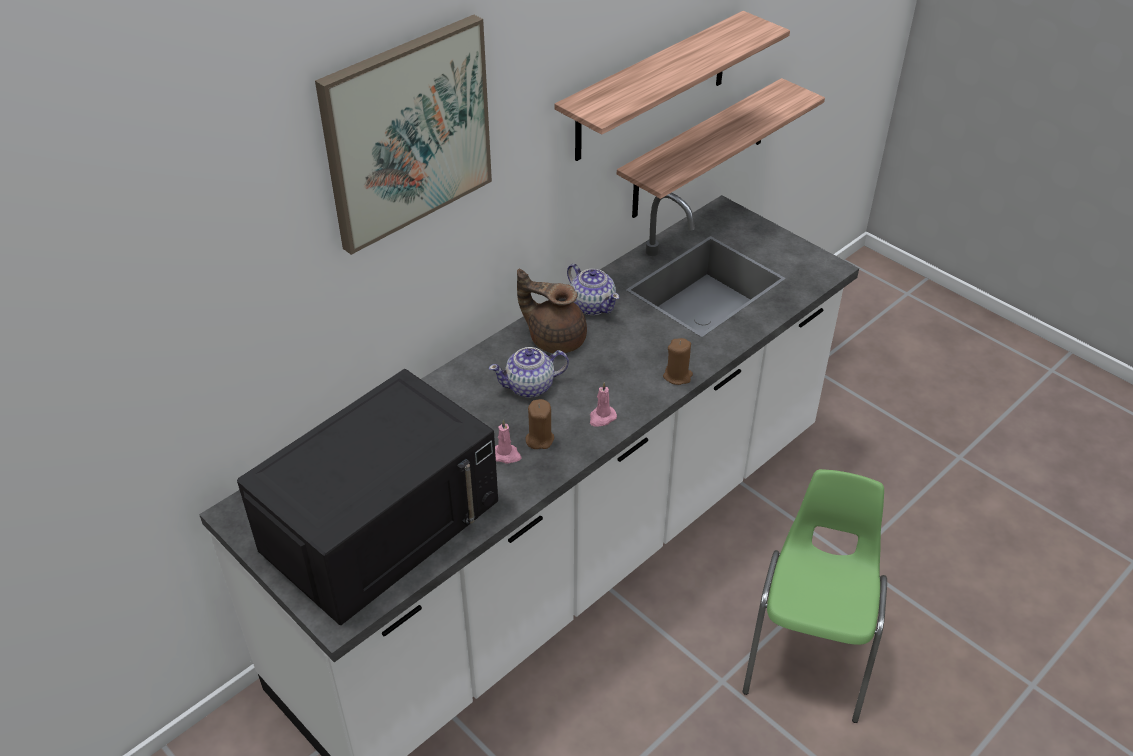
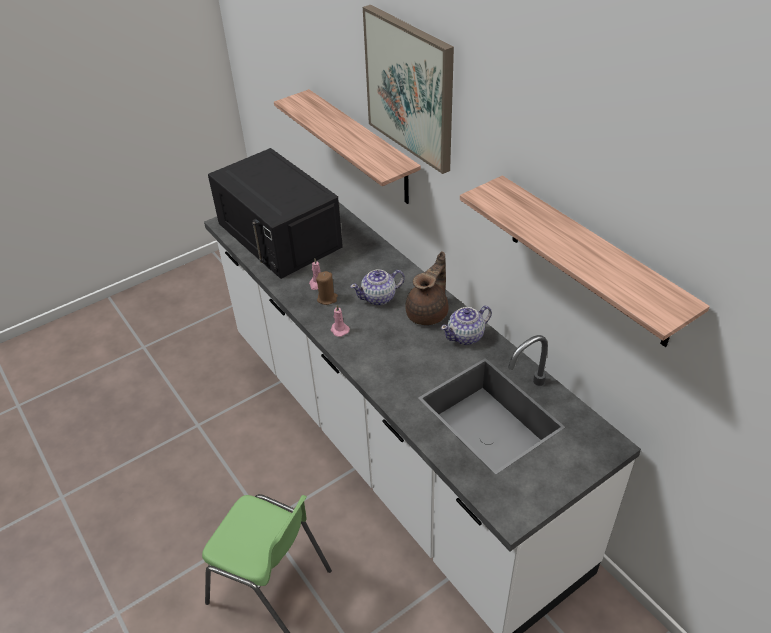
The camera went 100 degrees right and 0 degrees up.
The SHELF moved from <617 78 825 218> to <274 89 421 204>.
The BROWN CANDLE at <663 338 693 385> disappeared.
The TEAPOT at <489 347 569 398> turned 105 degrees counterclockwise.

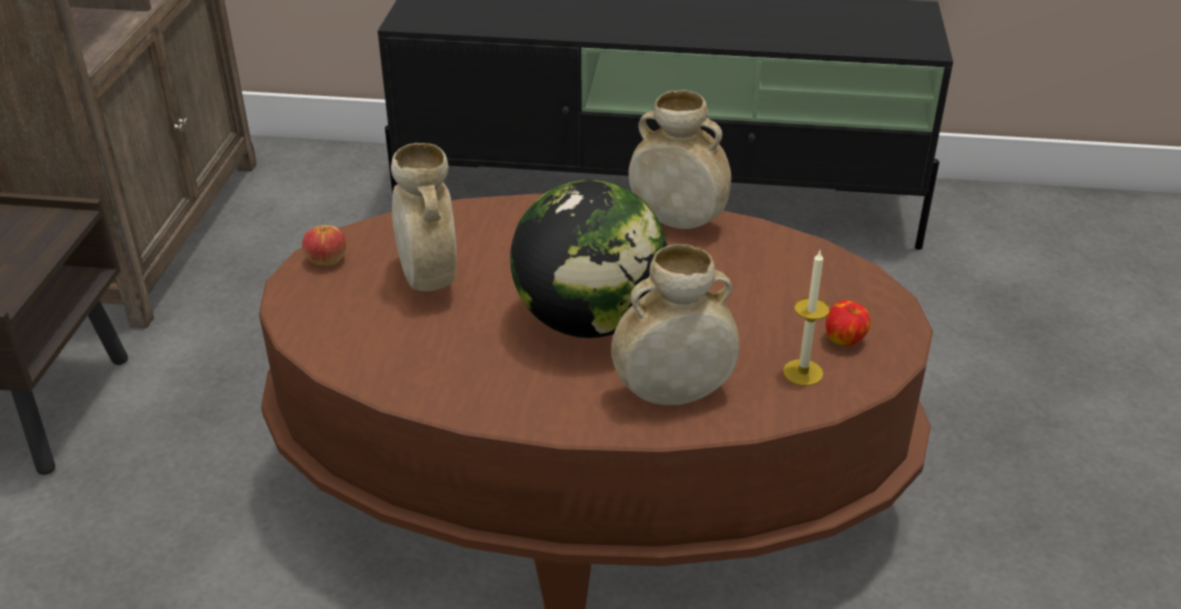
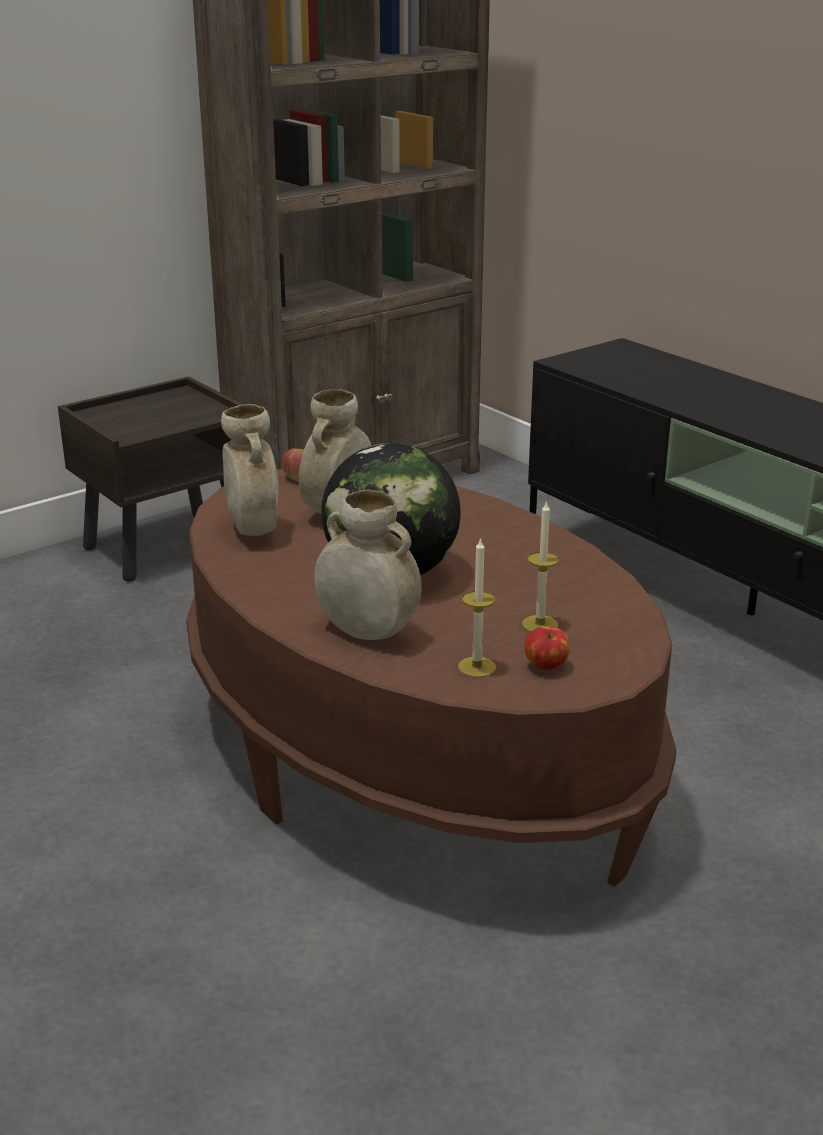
The camera went 45 degrees right and 10 degrees down.
The BEIGE VASE moved from <628 90 731 229> to <221 404 278 536>.
The CANDLE at <522 500 559 632> appeared.

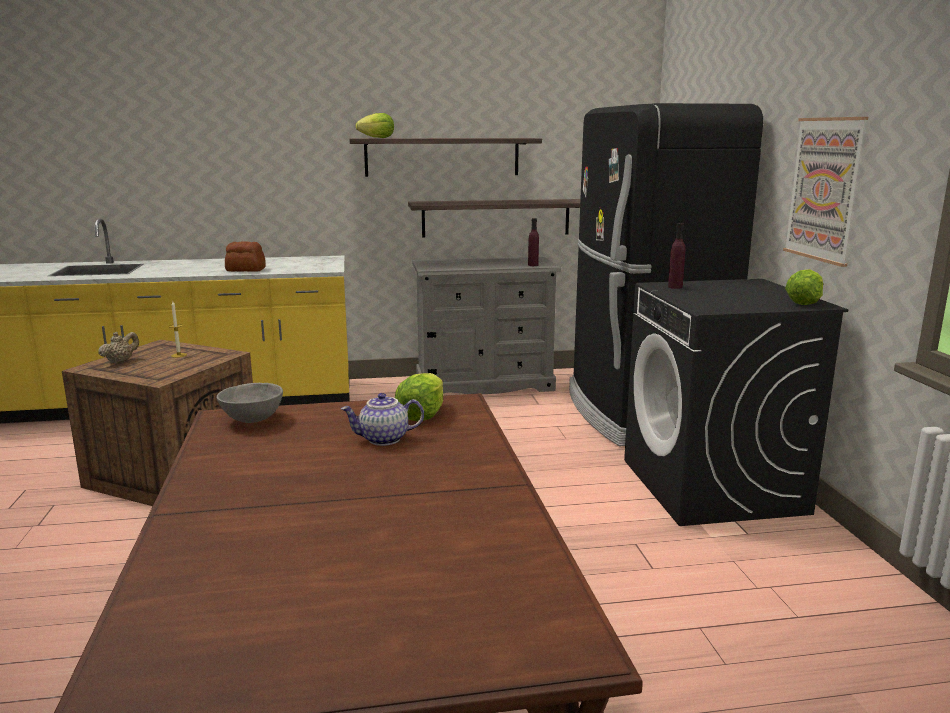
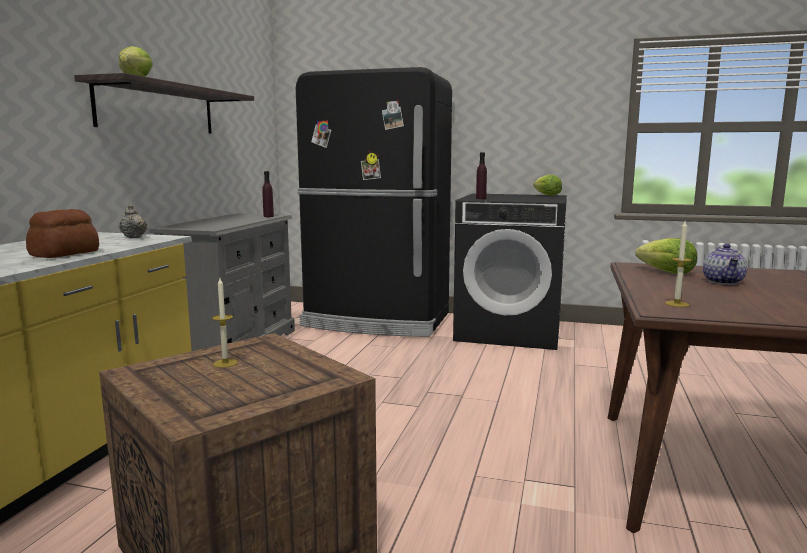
The camera went 65 degrees left and 5 degrees down.
The PICTURE at <783 117 868 267> disappeared.
The SHELF at <408 199 580 238> disappeared.
The BEIGE TEAPOT moved from <98 332 139 364> to <119 205 147 238>.
The GREY BOWL at <216 383 283 423> was replaced by the CANDLE at <665 221 692 307>.

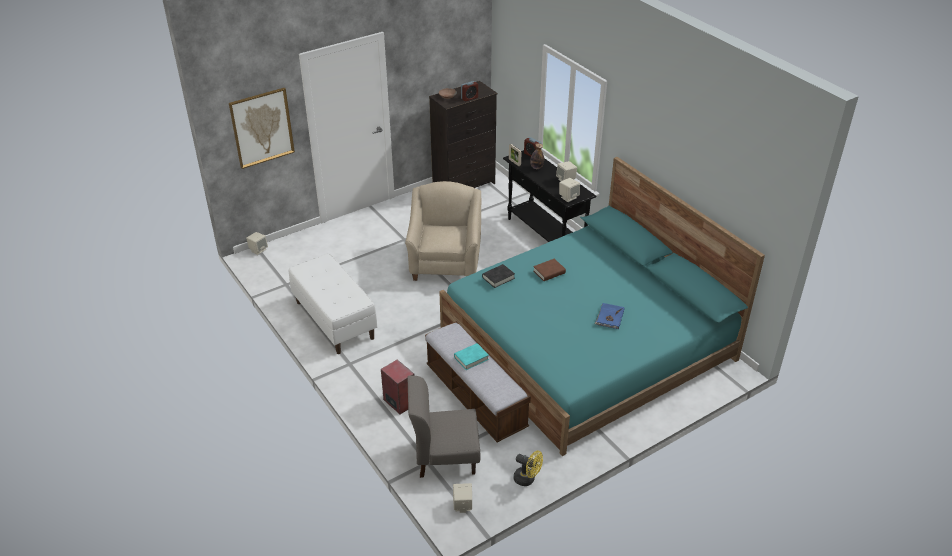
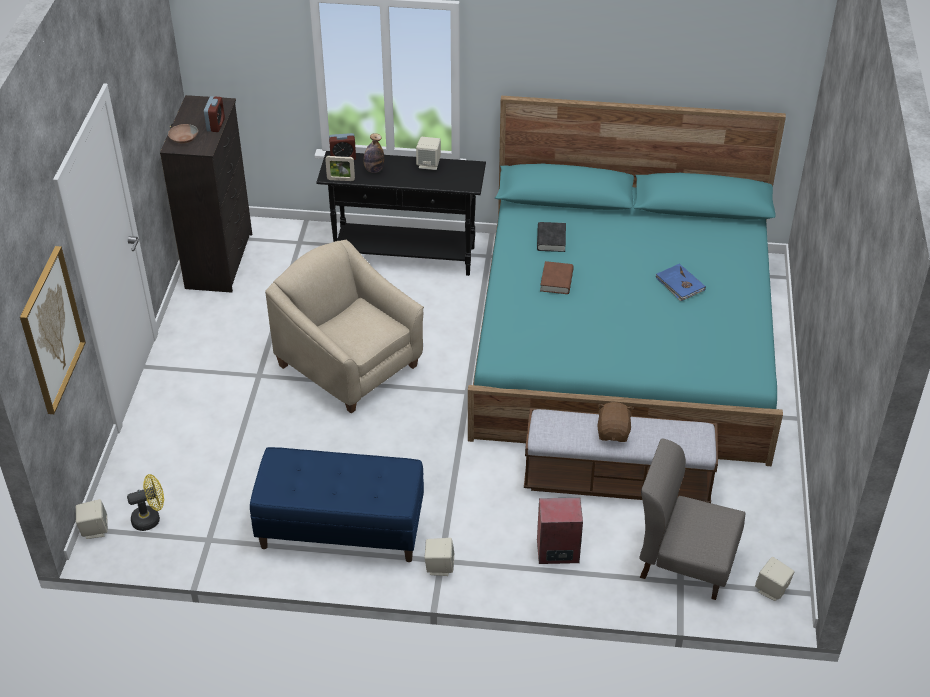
The camera went 50 degrees left and 5 degrees up.
The BEIGE SPEAKER moved from <559 178 580 202> to <424 538 454 576>.
The WHITE BENCH at <289 253 377 354> became the BLUE BENCH at <250 447 424 562>.
The BLACK BOOK moved from <482 264 515 288> to <537 222 566 252>.
The TURQUOISE BOOK at <454 343 489 370> was replaced by the BROWN PLUSH TOY at <597 402 634 442>.
The GREY CHAIR at <407 376 481 478> turned 75 degrees clockwise.
The YELLOW FAN moved from <513 451 543 486> to <127 474 164 531>.

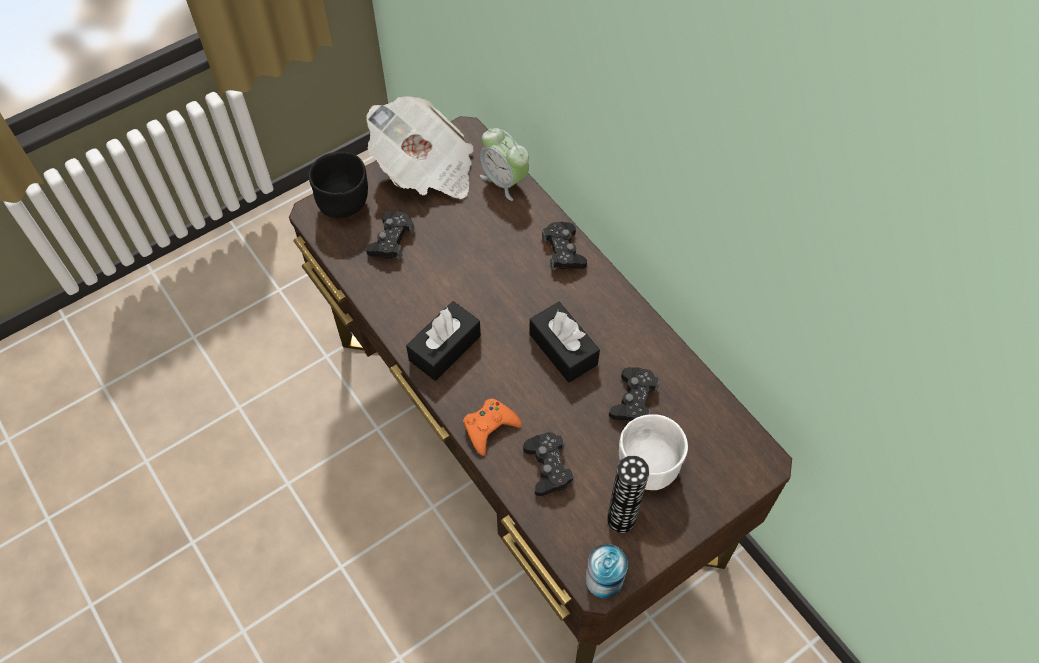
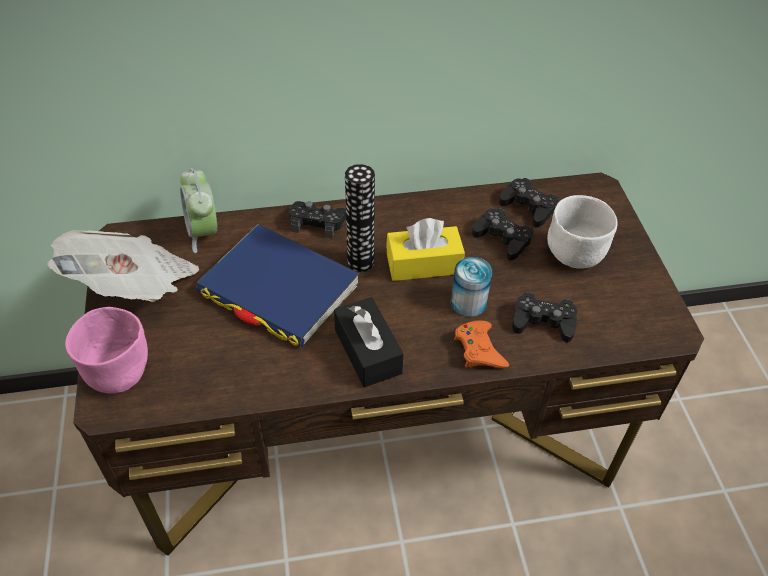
The camera went 65 degrees left and 10 degrees down.
The ALARM CLOCK at <480 128 529 201> turned 90 degrees clockwise.
The BLACK BOWL at <309 152 368 218> became the PINK BOWL at <65 307 148 394>.
The BLACK GAME CONTROLLER moved from <366 211 415 260> to <499 178 559 227>.
The BLACK TISSUE BOX at <529 302 600 383> became the YELLOW TISSUE BOX at <386 218 465 281>.
The VASE moved from <607 456 649 533> to <345 164 375 272>.
The CAN moved from <585 544 628 598> to <451 257 492 317>.
The BLUE BOOK at <196 224 359 347> appeared.

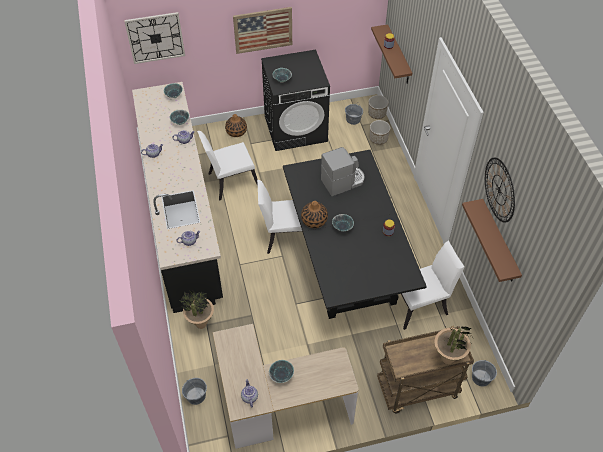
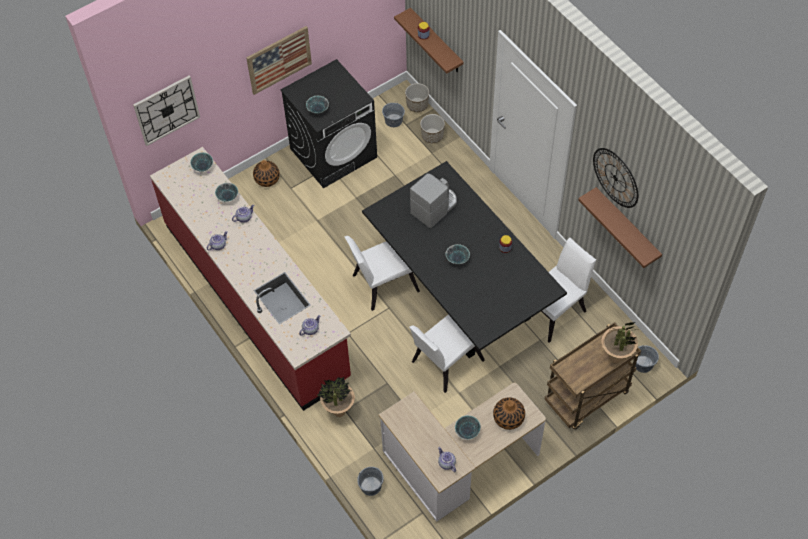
The camera went 20 degrees left and 5 degrees up.
The BLACK COUNTER at <132 82 223 313> became the RED COUNTER at <150 147 351 411>.
The WHITE CHAIR moved from <197 131 258 200> to <409 314 485 393>.
The VASE moved from <301 201 328 228> to <493 397 525 430>.

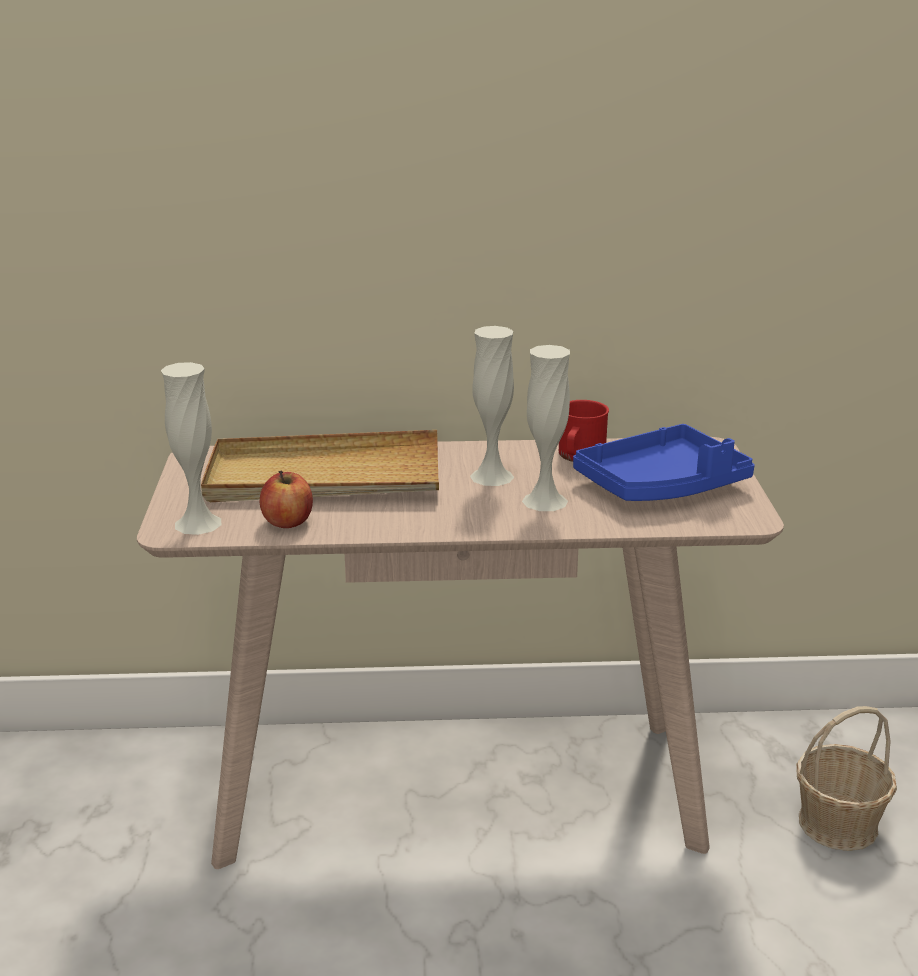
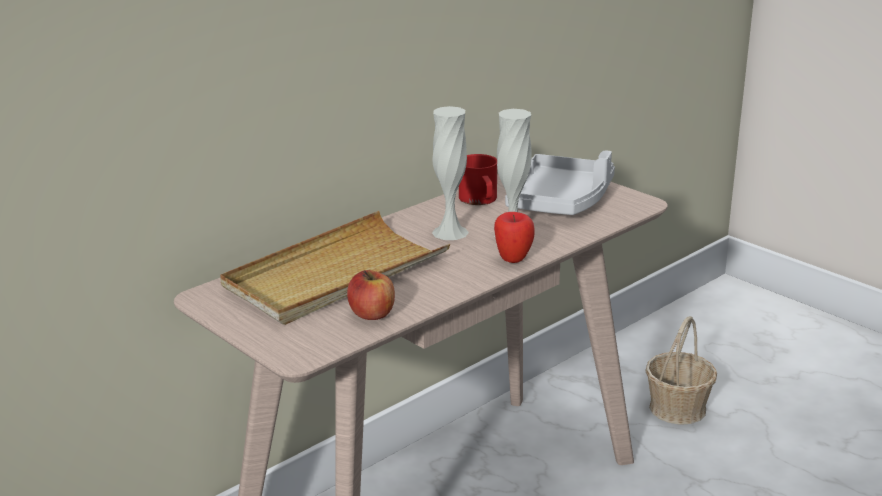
The camera went 40 degrees left and 0 degrees up.
The WHITE VASE at <161 362 221 535> disappeared.
The BLUE TRAY at <573 424 755 501> became the GREY TRAY at <505 150 615 215>.
The APPLE at <494 212 535 263> appeared.

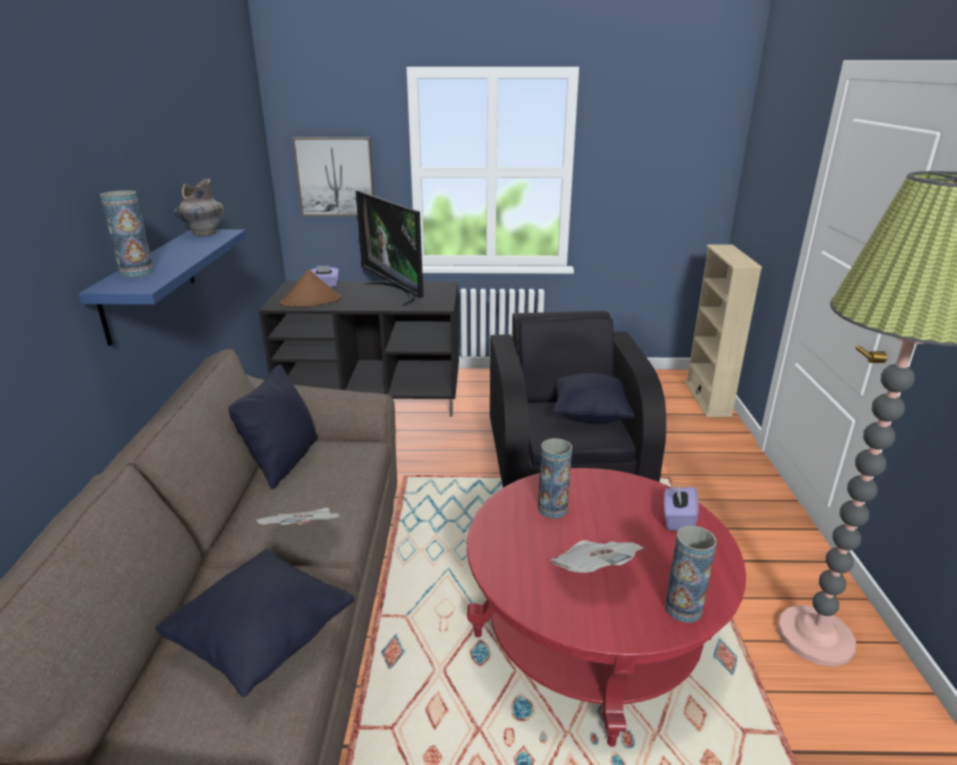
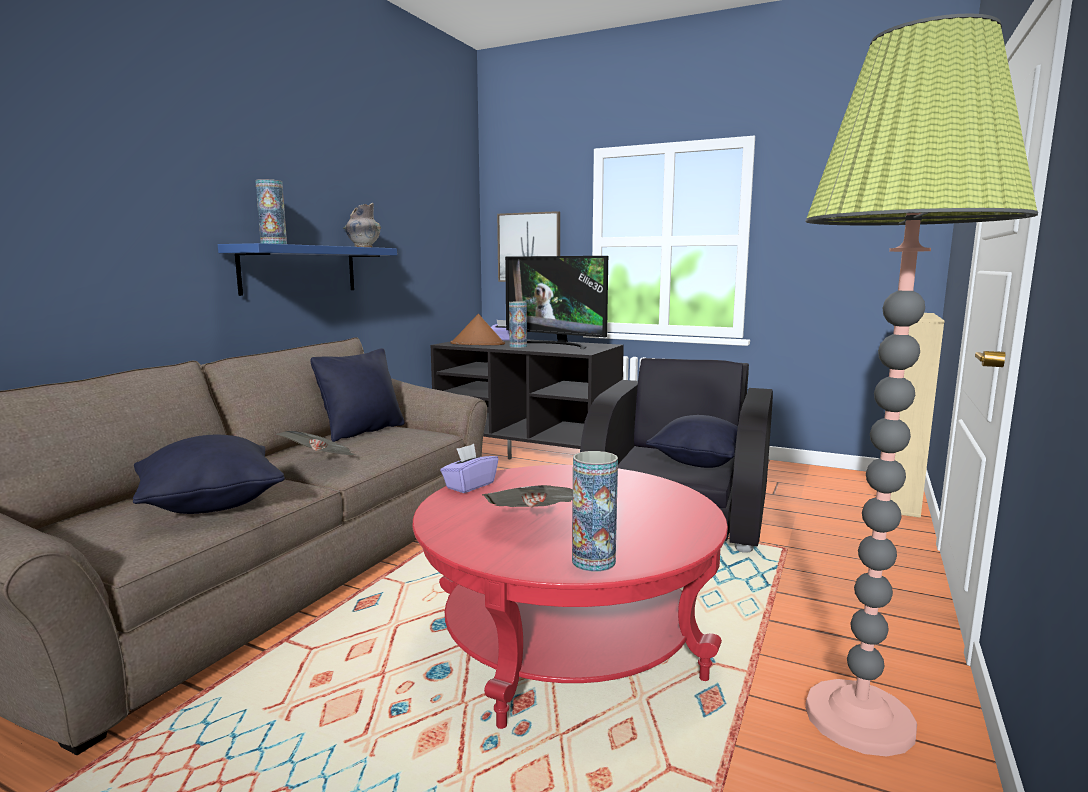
The camera went 25 degrees right and 15 degrees down.
The TELEVISION at <356 190 424 306> turned 45 degrees counterclockwise.
The VASE moved from <538 438 572 518> to <509 301 527 348>.
The PURPLE TISSUE BOX moved from <664 482 698 531> to <440 444 498 493>.

